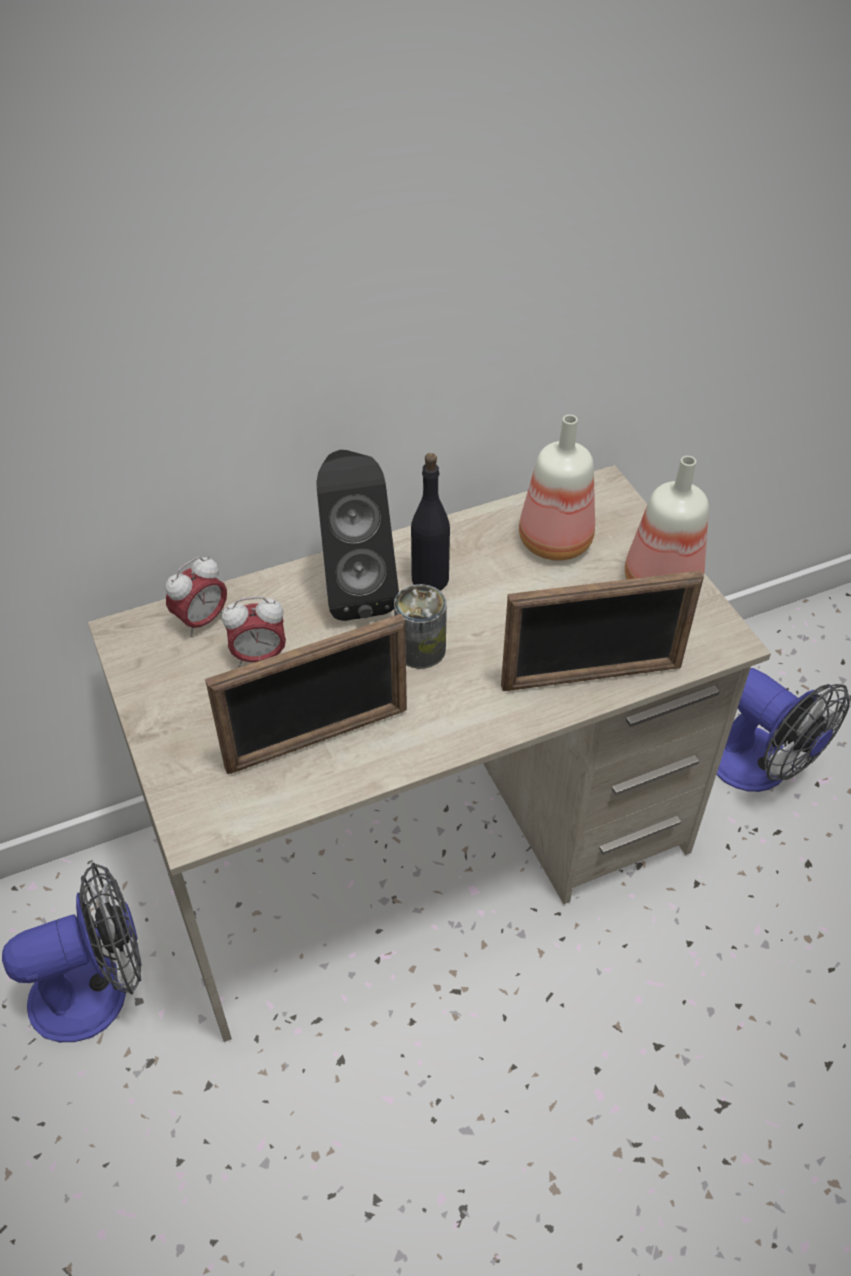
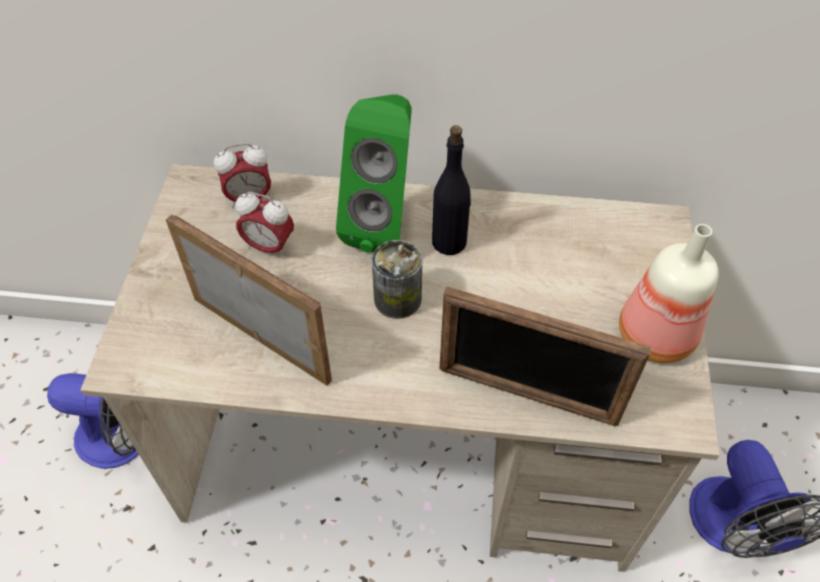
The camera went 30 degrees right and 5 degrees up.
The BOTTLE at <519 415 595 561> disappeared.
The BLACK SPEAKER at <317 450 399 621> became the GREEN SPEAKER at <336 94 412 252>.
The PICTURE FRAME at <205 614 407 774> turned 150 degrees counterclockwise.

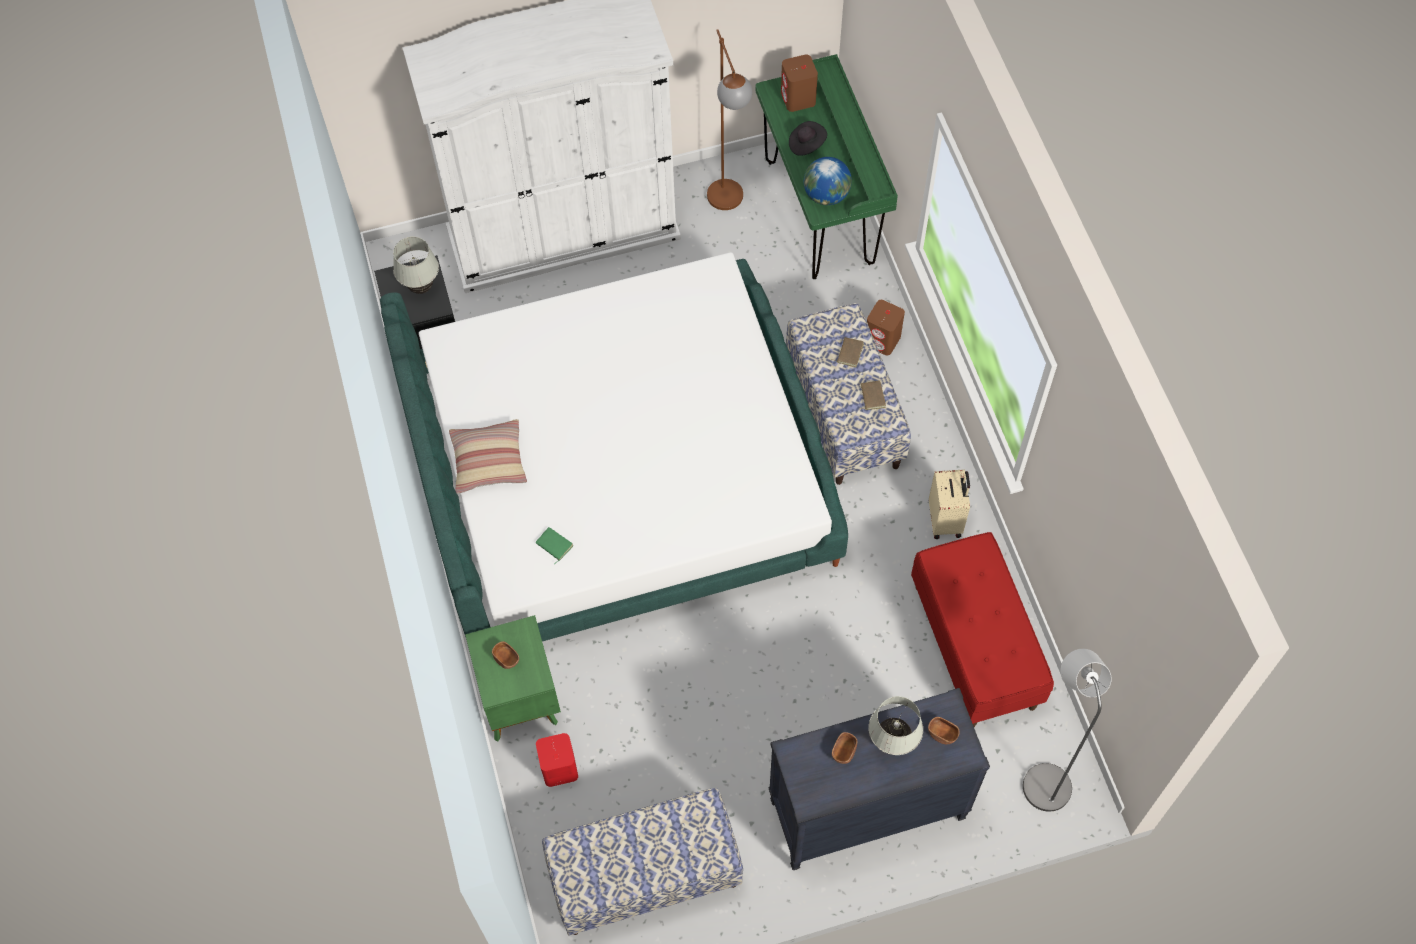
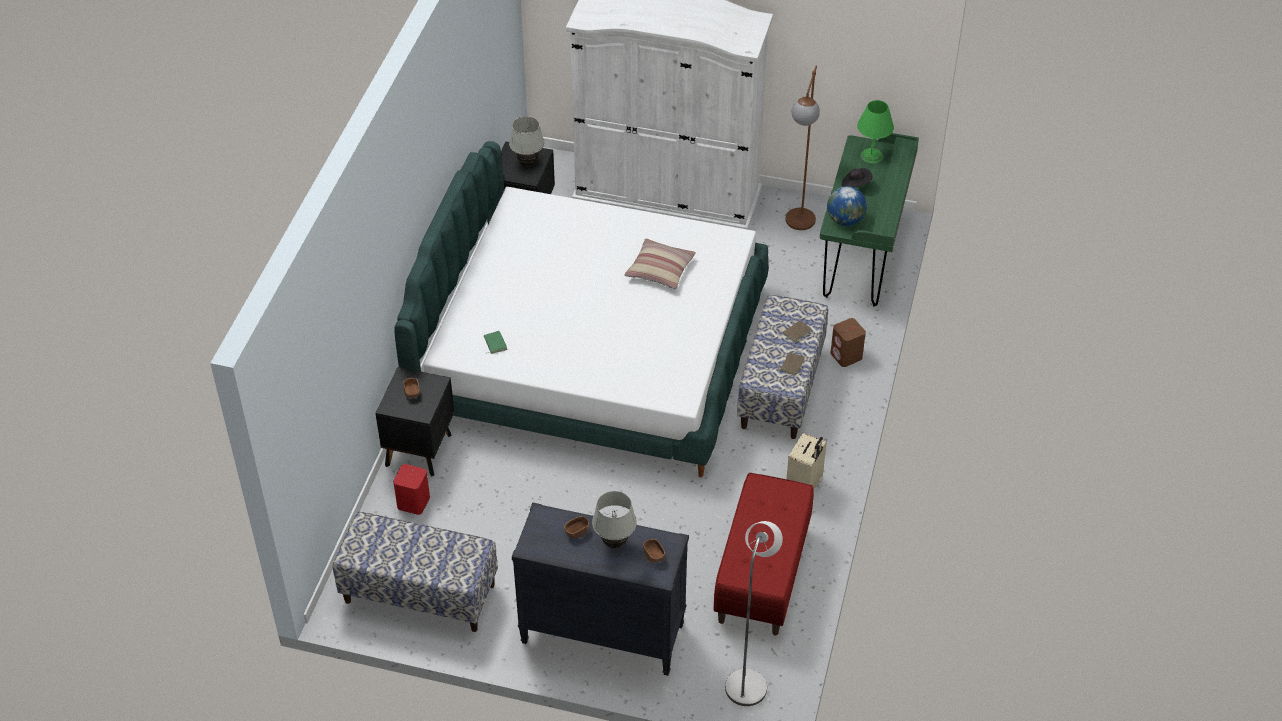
The camera went 30 degrees right and 15 degrees down.
The BROWN SPEAKER at <781 54 818 112> was replaced by the GREEN TABLE LAMP at <857 100 894 164>.
The PILLOW moved from <449 419 527 494> to <624 238 696 289>.
The GREEN NIGHTSTAND at <465 615 561 742> became the BLACK NIGHTSTAND at <375 367 455 476>.

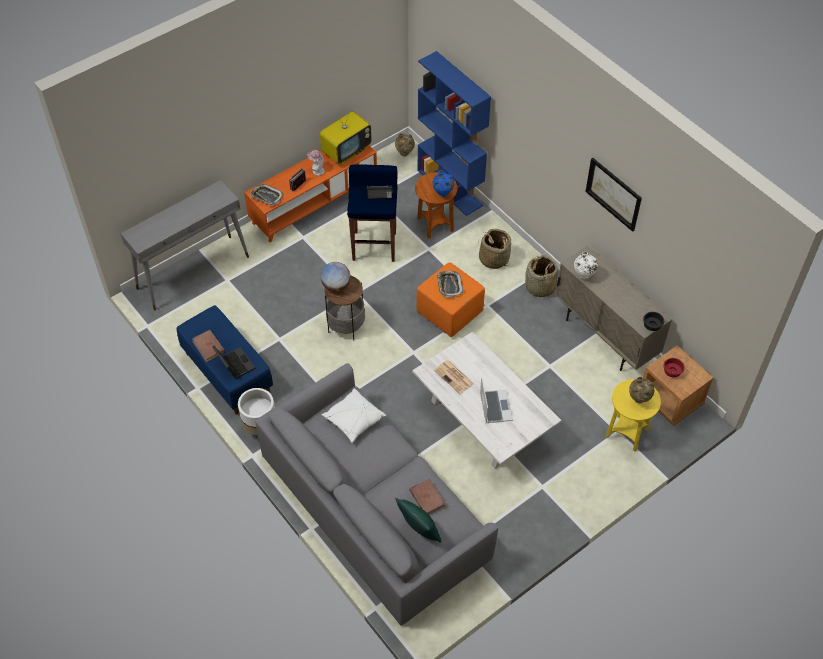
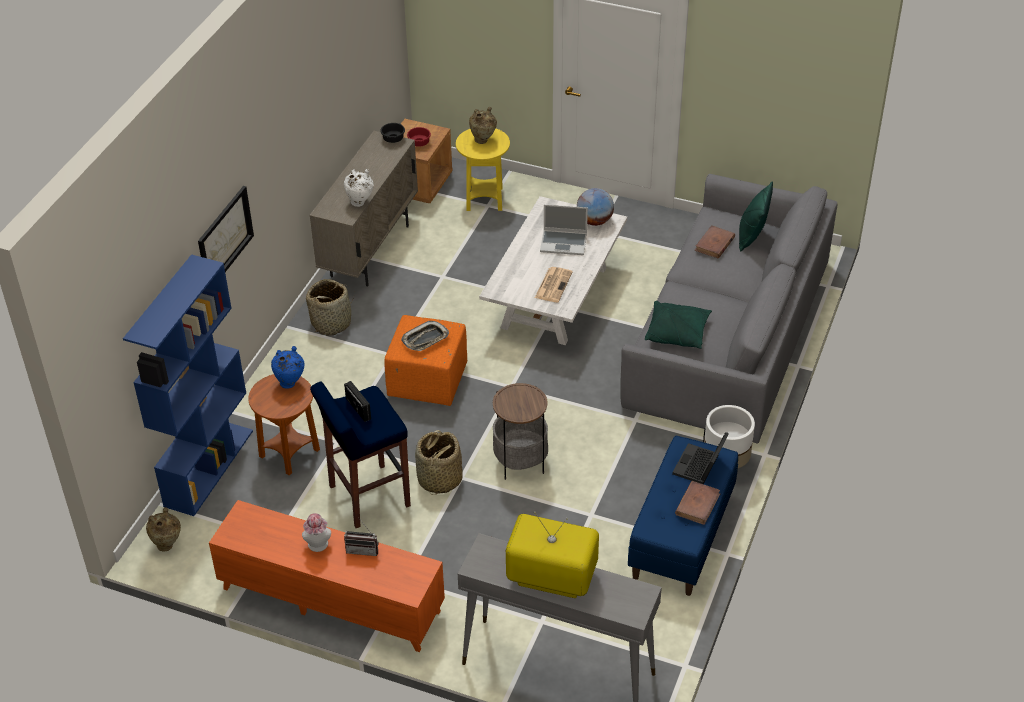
The camera went 120 degrees left and 10 degrees down.
The TELEVISION moved from <320 107 372 165> to <506 511 599 598>.
The PICTURE moved from <585 158 642 232> to <198 186 254 272>.
The TRAY at <250 184 283 205> disappeared.
The BASKET moved from <478 229 511 269> to <415 430 463 495>.
The GLOBE moved from <320 262 351 292> to <577 188 614 226>.
The LAPTOP at <480 377 513 423> turned 135 degrees counterclockwise.
The WHITE PILLOW at <322 389 387 443> became the GREEN PILLOW at <645 301 712 349>.

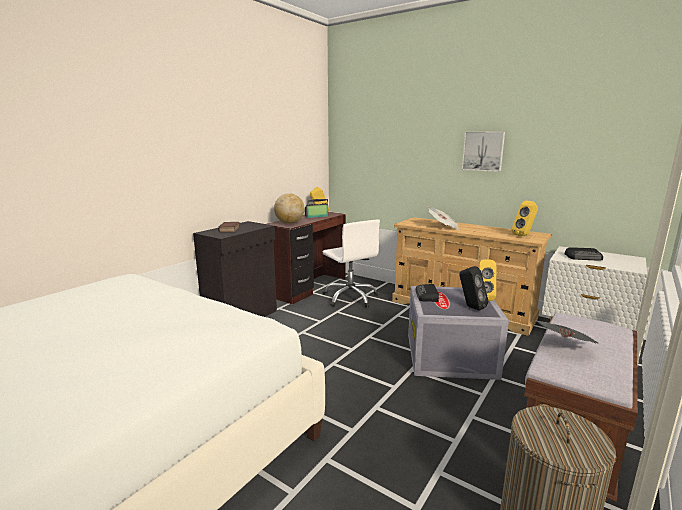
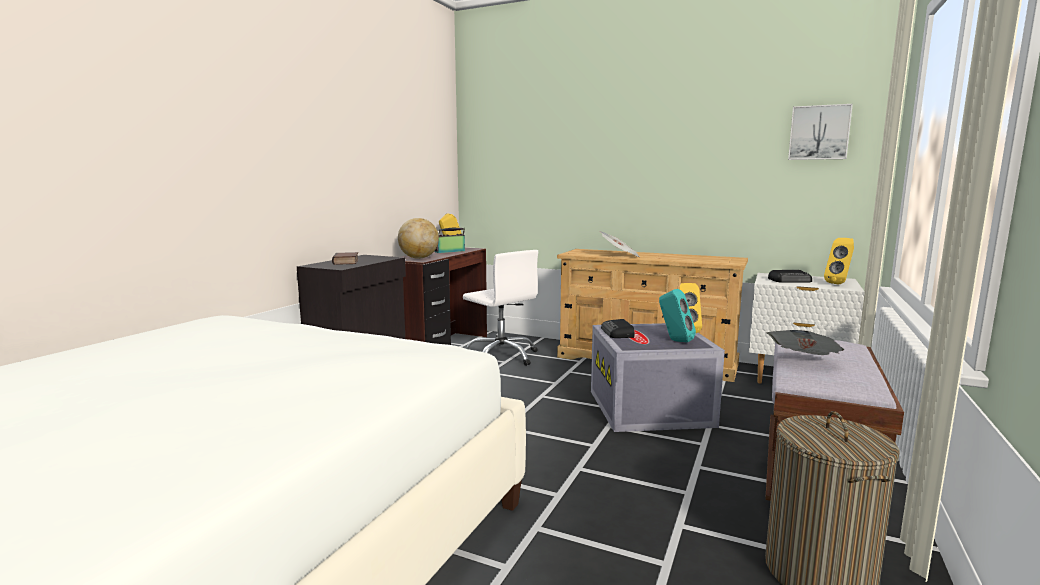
The camera went 10 degrees left and 5 degrees down.
The PICTURE moved from <462 132 505 172> to <788 104 853 160>.
The YELLOW SPEAKER moved from <511 200 538 236> to <824 238 854 284>.
The BLACK SPEAKER at <459 266 488 311> became the TURQUOISE SPEAKER at <659 289 696 342>.

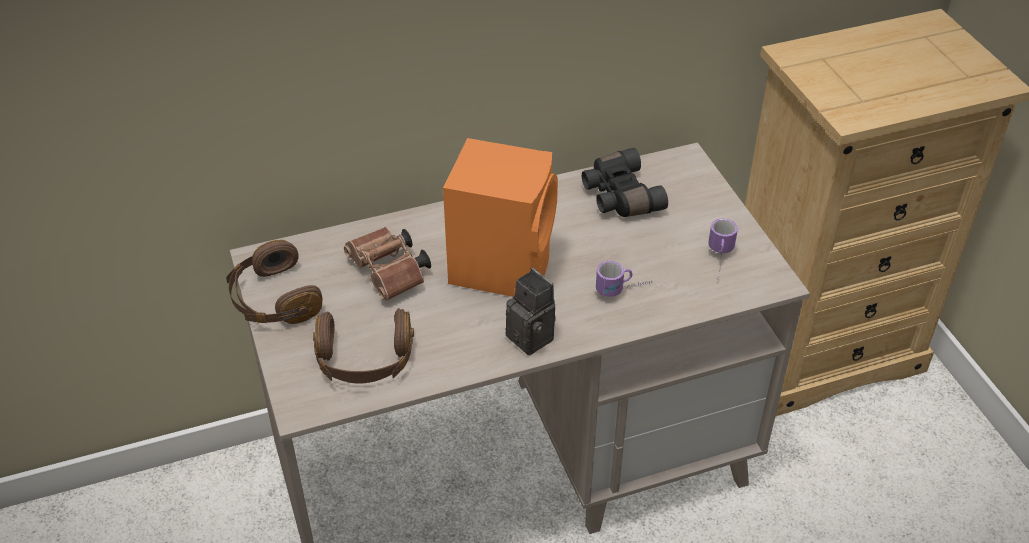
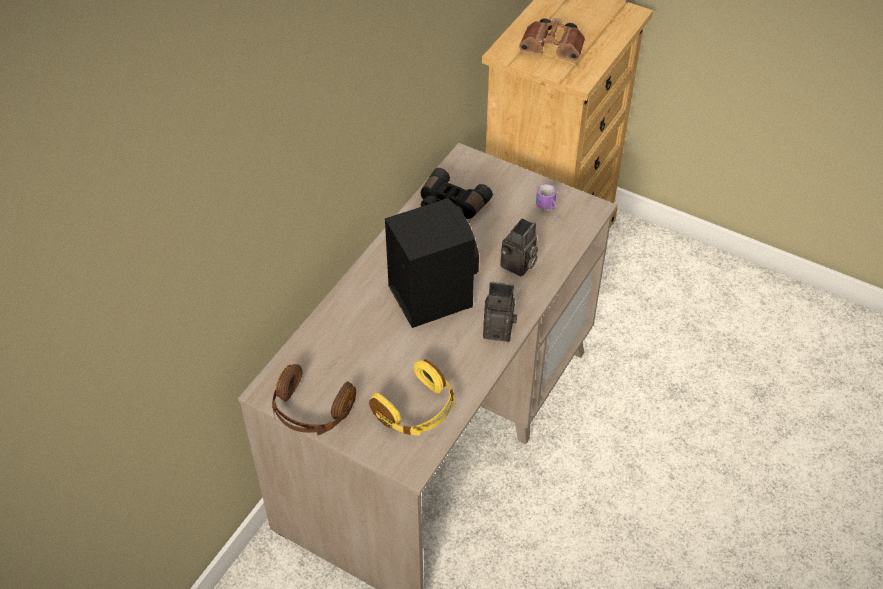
The camera went 40 degrees left and 5 degrees up.
The ORANGE SPEAKER at <443 138 558 297> became the BLACK SPEAKER at <385 198 479 328>.
The BROWN BINOCULARS moved from <344 227 431 301> to <519 18 585 61>.
The MUG at <596 261 652 297> was replaced by the PHOTO CAMERA at <500 218 538 277>.
The BROWN HEADPHONES at <313 308 414 383> became the YELLOW HEADPHONES at <369 360 455 436>.

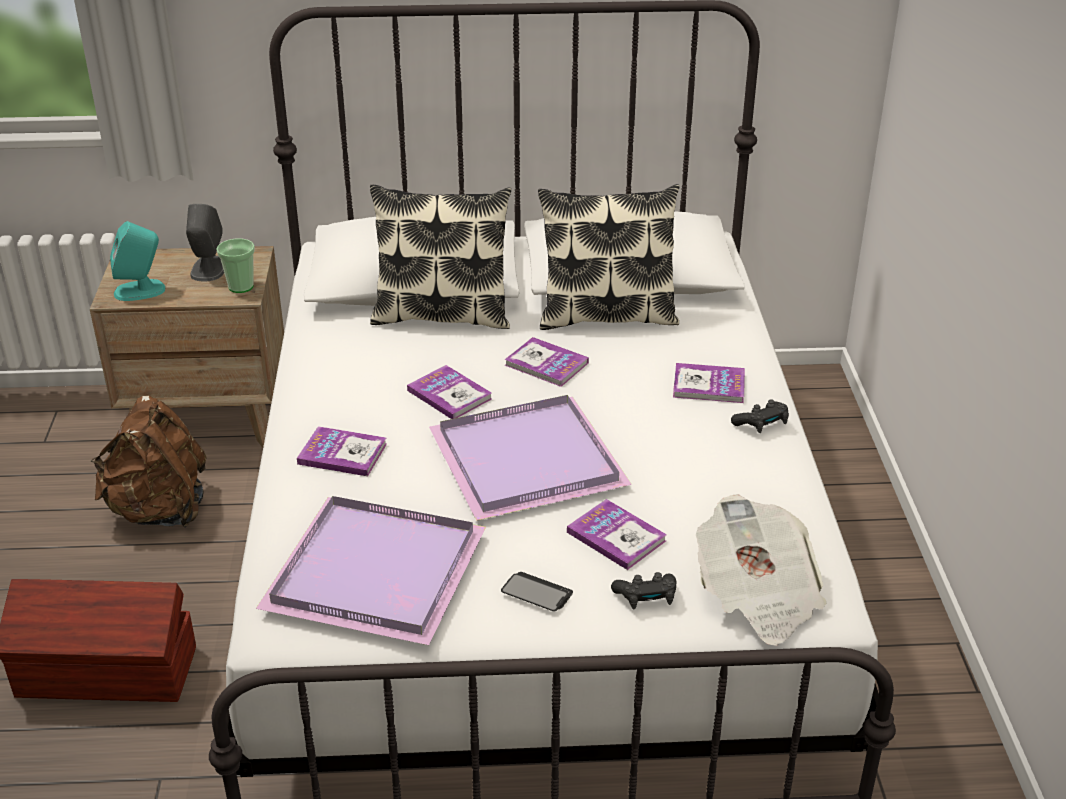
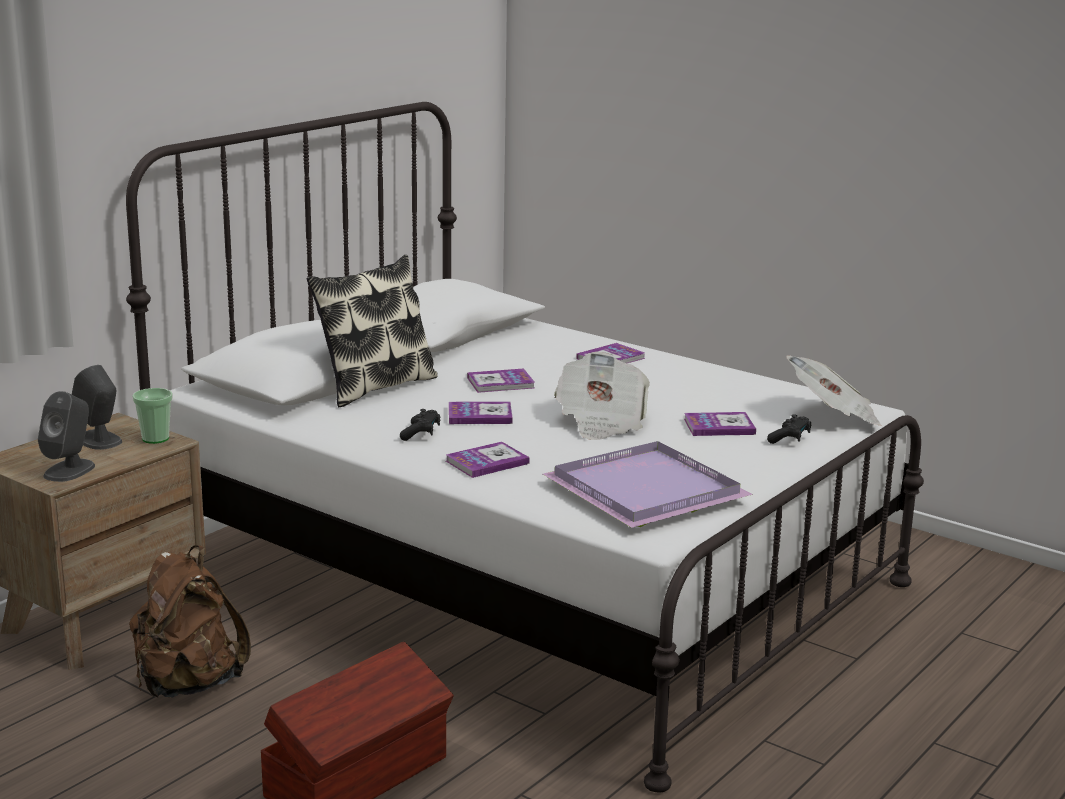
The camera went 50 degrees left and 15 degrees down.
The PILLOW at <538 184 679 330> disappeared.
The TURQUOISE SPEAKER at <110 221 165 301> became the GREY SPEAKER at <38 391 95 482>.
The PURPLE TRAY at <429 395 632 521> was replaced by the NEWSPAPER at <554 352 650 440>.
The BLACK GAME CONTROLLER moved from <731 399 789 433> to <400 409 440 441>.
The PHONE at <501 572 573 612> disappeared.

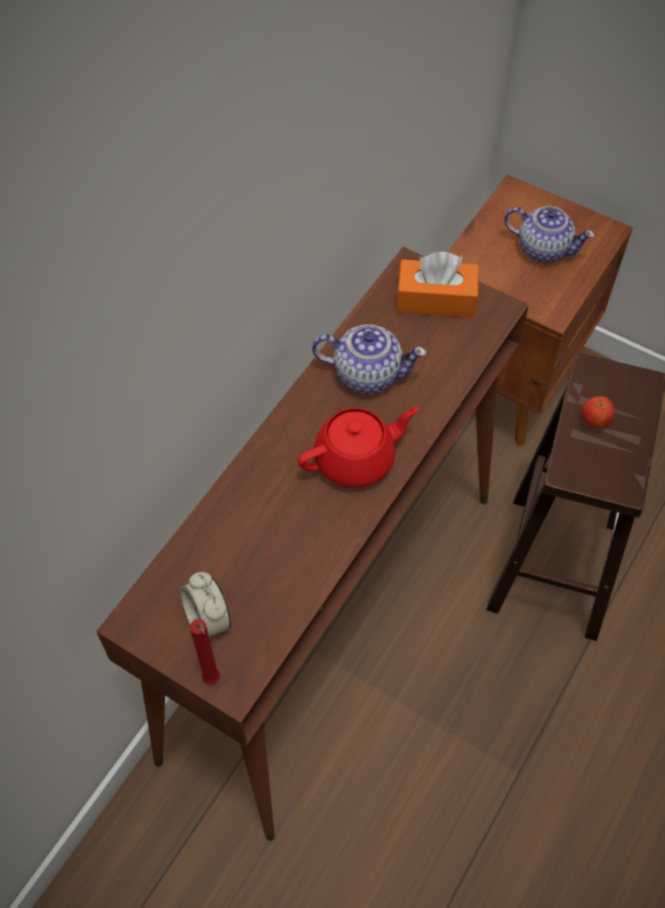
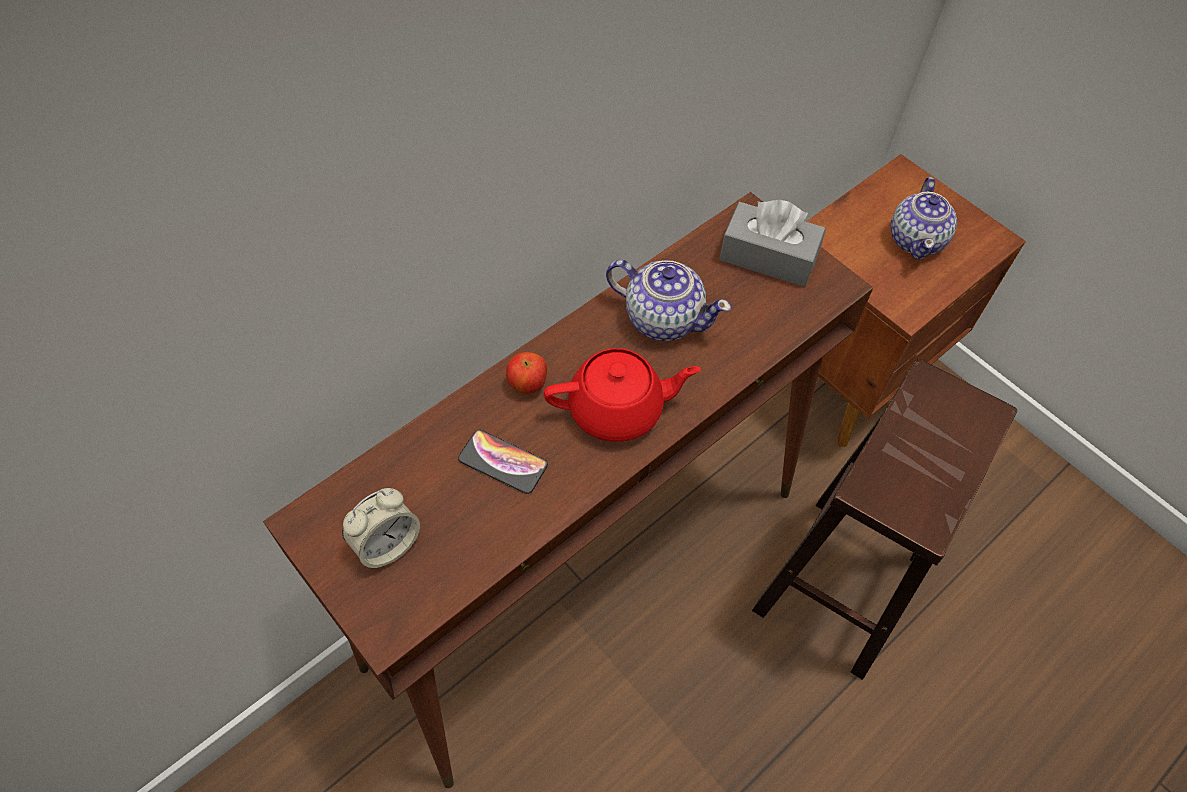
The camera went 15 degrees right and 0 degrees up.
The TEAPOT at <504 206 595 263> turned 60 degrees clockwise.
The ORANGE TISSUE BOX at <397 252 479 318> became the GREY TISSUE BOX at <719 200 826 287>.
The APPLE moved from <582 396 614 429> to <506 352 547 394>.
The ALARM CLOCK at <180 572 231 637> turned 120 degrees counterclockwise.
The RED CANDLE at <190 619 220 684> disappeared.
The PHONE at <458 430 548 494> appeared.

